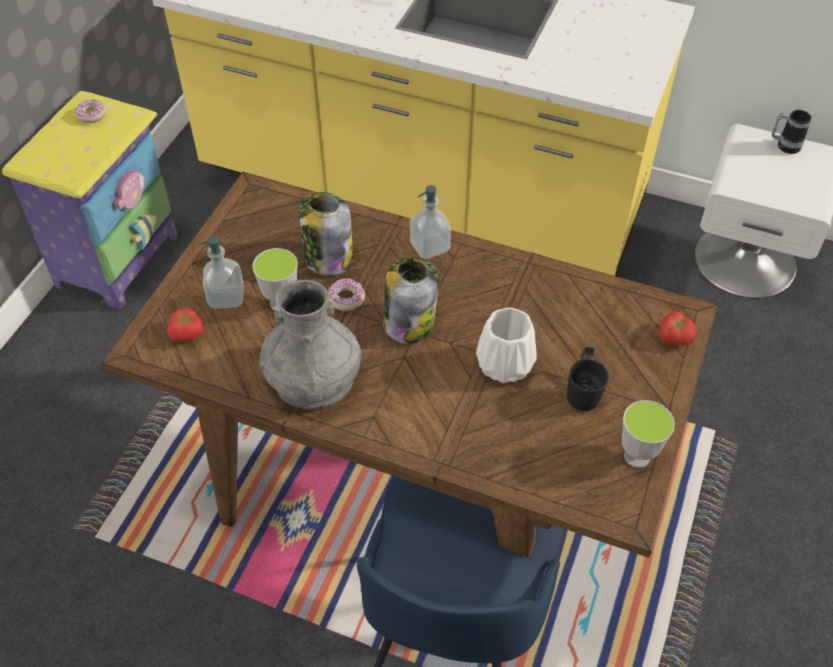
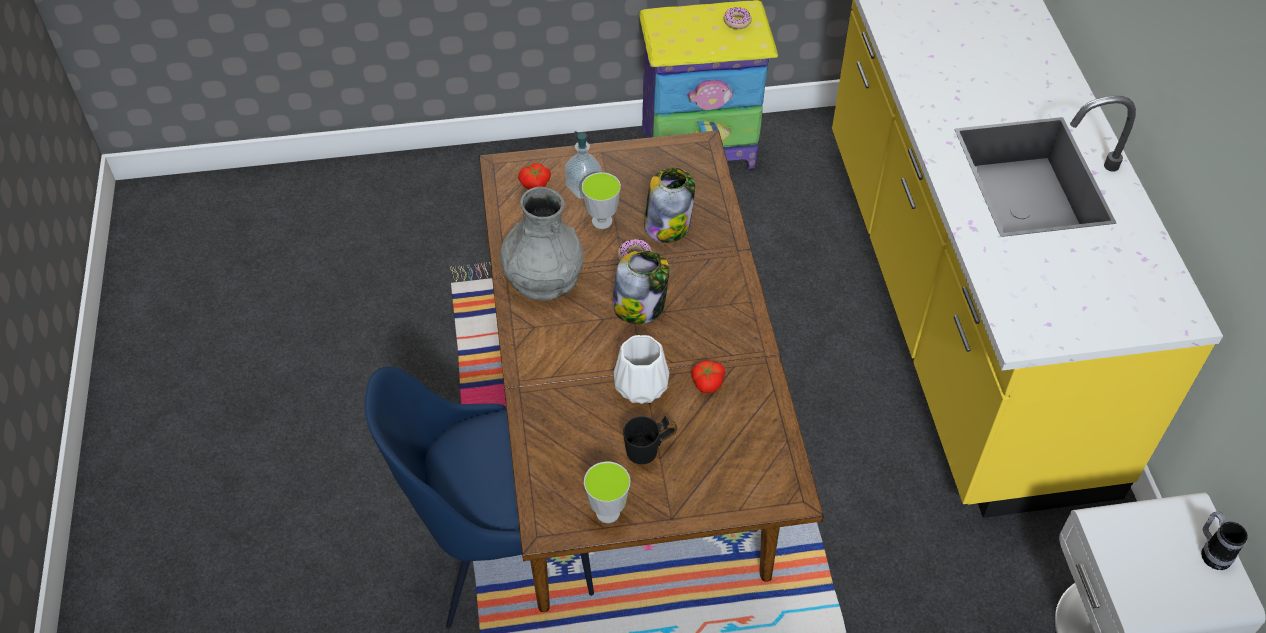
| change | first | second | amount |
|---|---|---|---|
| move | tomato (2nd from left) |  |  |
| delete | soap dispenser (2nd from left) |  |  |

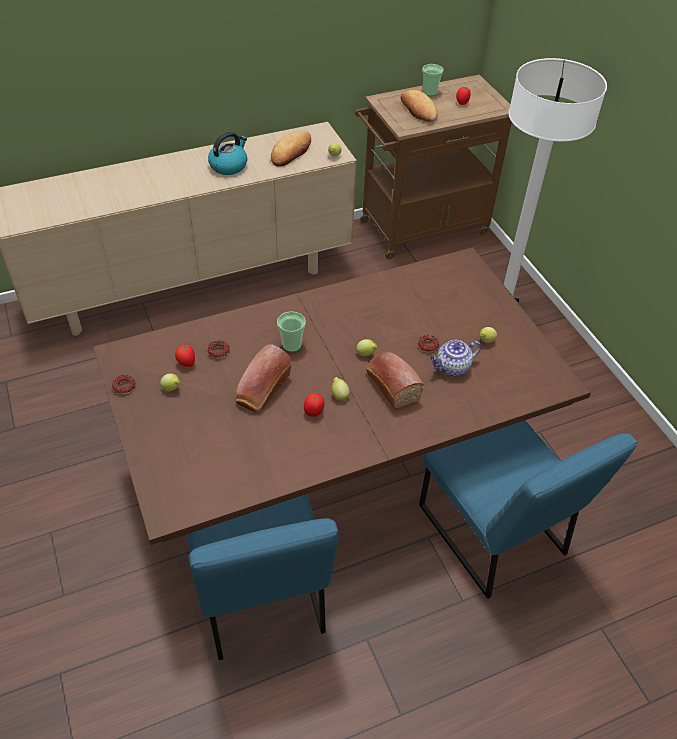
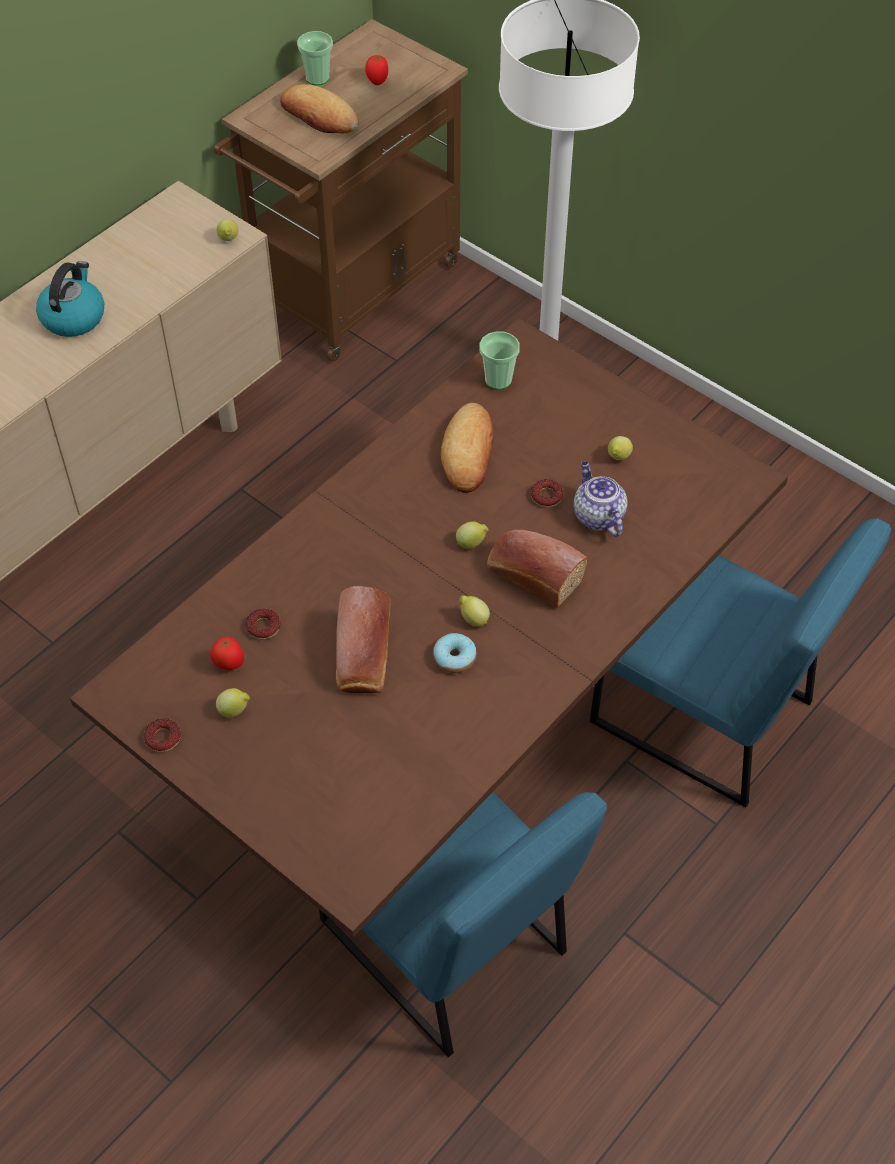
| change | first | second | amount |
|---|---|---|---|
| replace | tomato (2nd from left) | donut (3rd from left) |  |
| move | bread (2nd from left in the first image) | bread (3rd from left) |  |
| move | cup (1st from left in the first image) | cup (2nd from left) |  |
| rotate | teapot |  | 120 degrees clockwise |

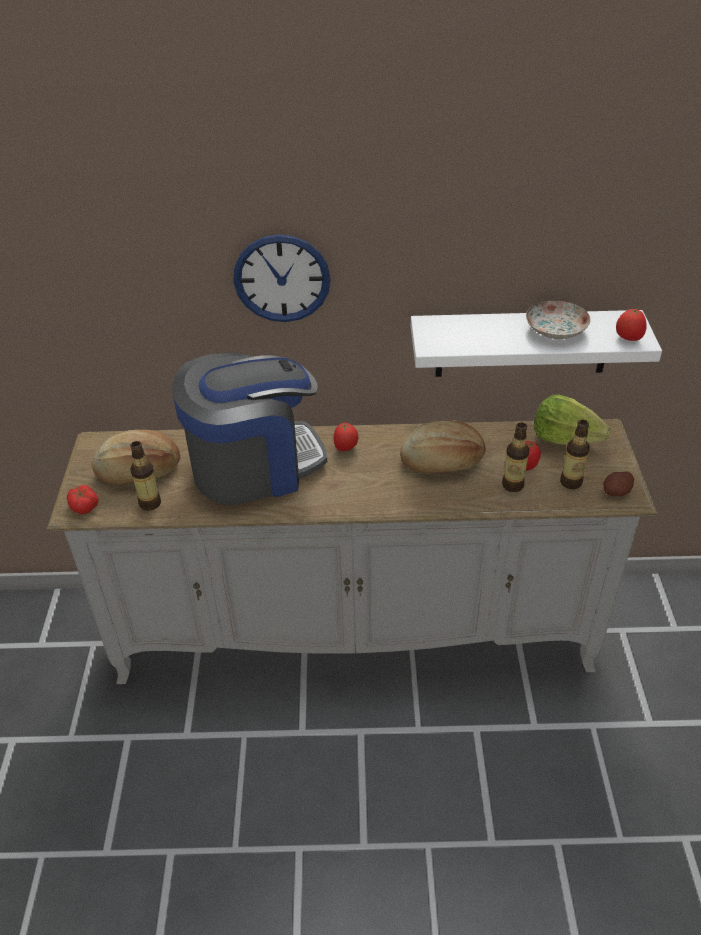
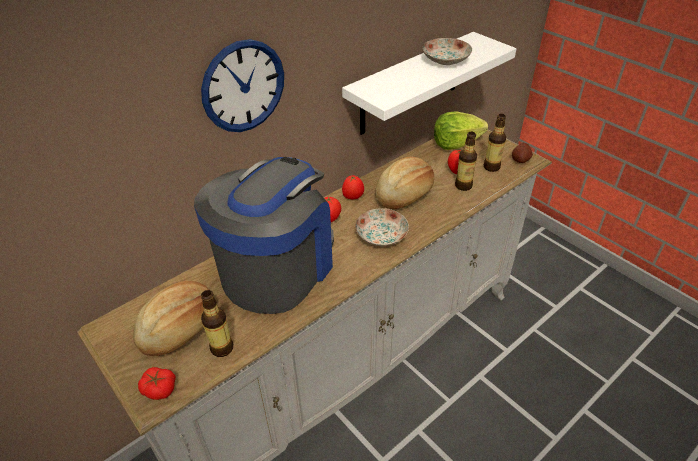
| change | first | second | amount |
|---|---|---|---|
| move | tomato (4th from left in the first image) | tomato (3rd from left) |  |
| insert |  | plate (1st from left) |  |

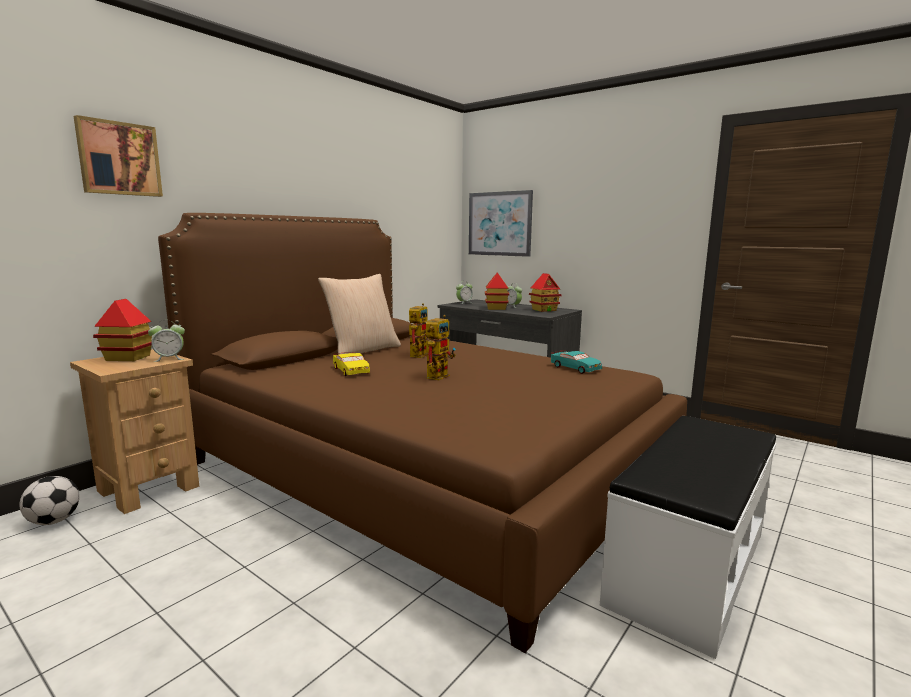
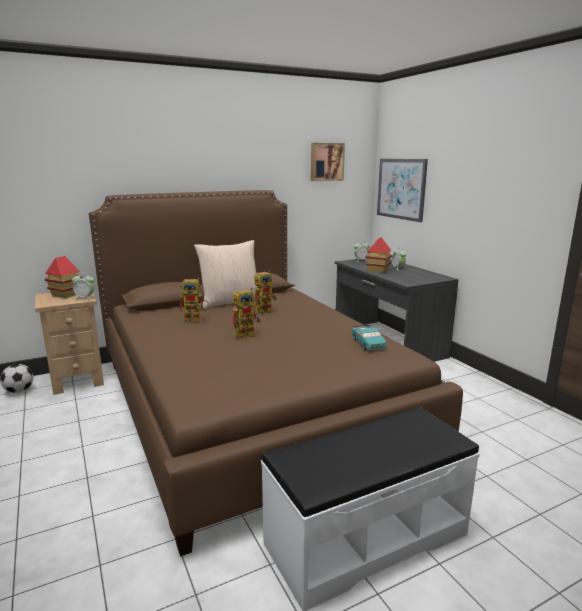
| change | first | second | amount |
|---|---|---|---|
| replace | yellow toy car | toy robot (1st from left) |  |
| move | picture (1st from left) |  |  |
| delete | toy house (3rd from left) |  |  |

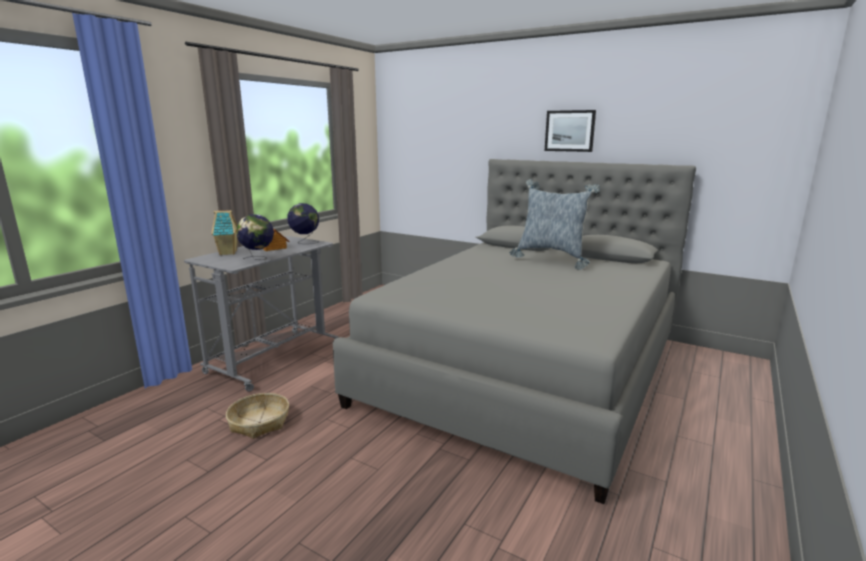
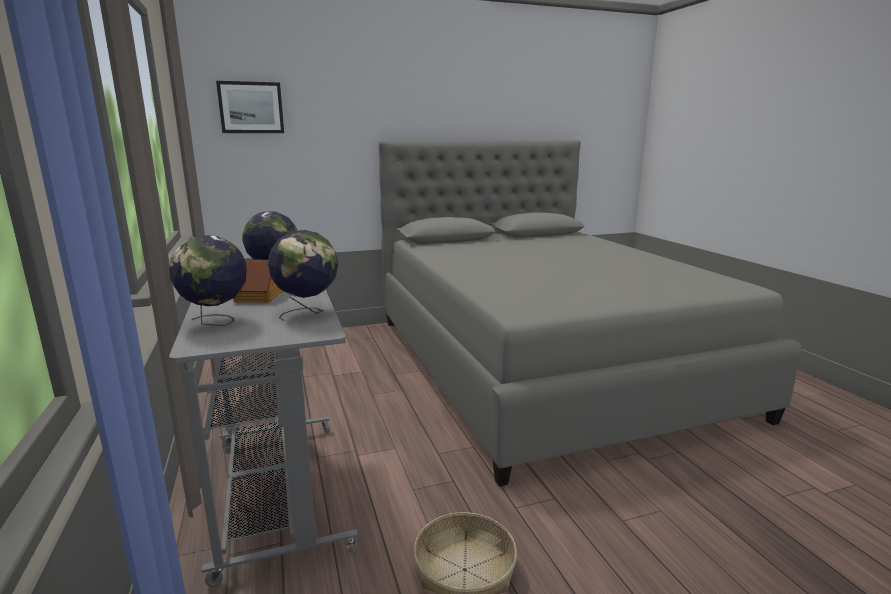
| change | first | second | amount |
|---|---|---|---|
| replace | toy house (1st from left) | globe (1st from left) |  |
| move | picture |  |  |
| delete | pillow |  |  |

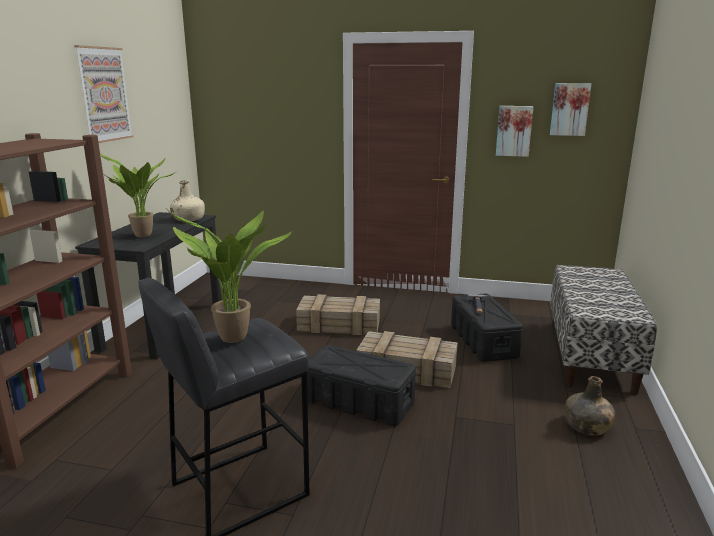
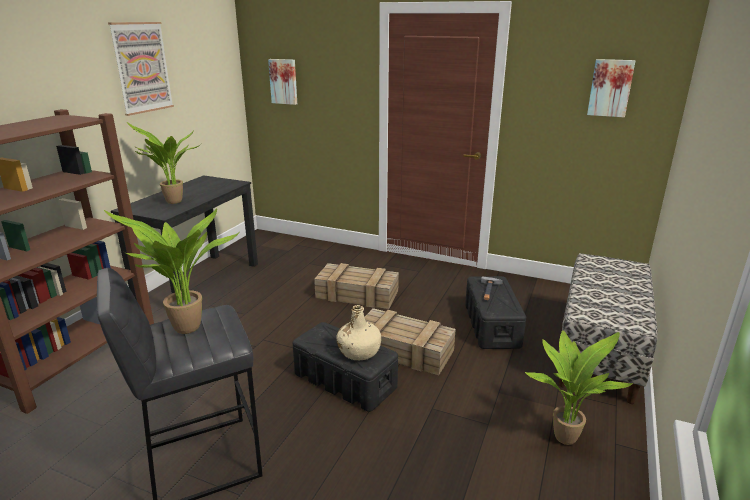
| change | first | second | amount |
|---|---|---|---|
| move | picture (2nd from left) |  |  |
| move | beige bottle |  |  |
| replace | green bottle | potted plant (3rd from left) |  |

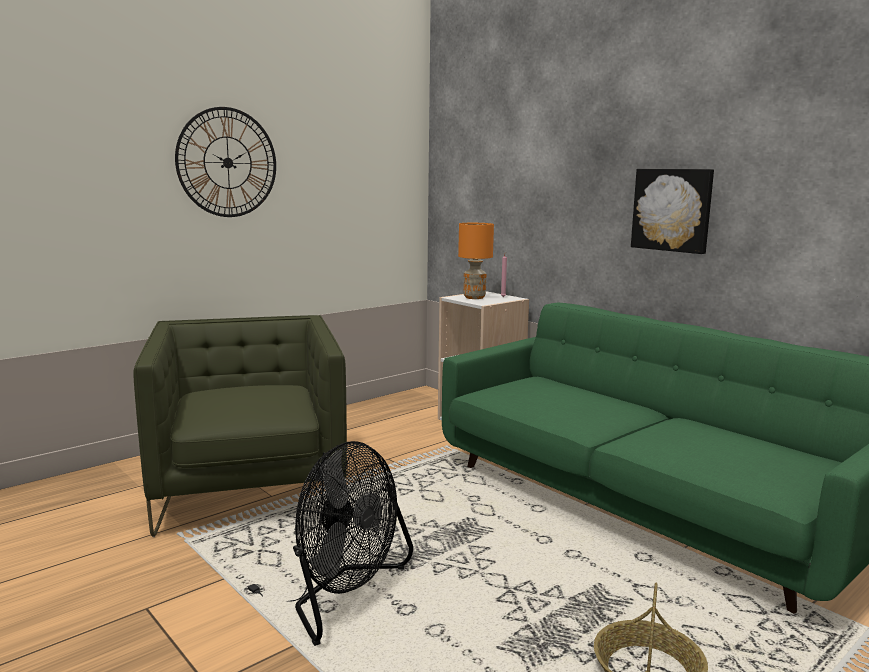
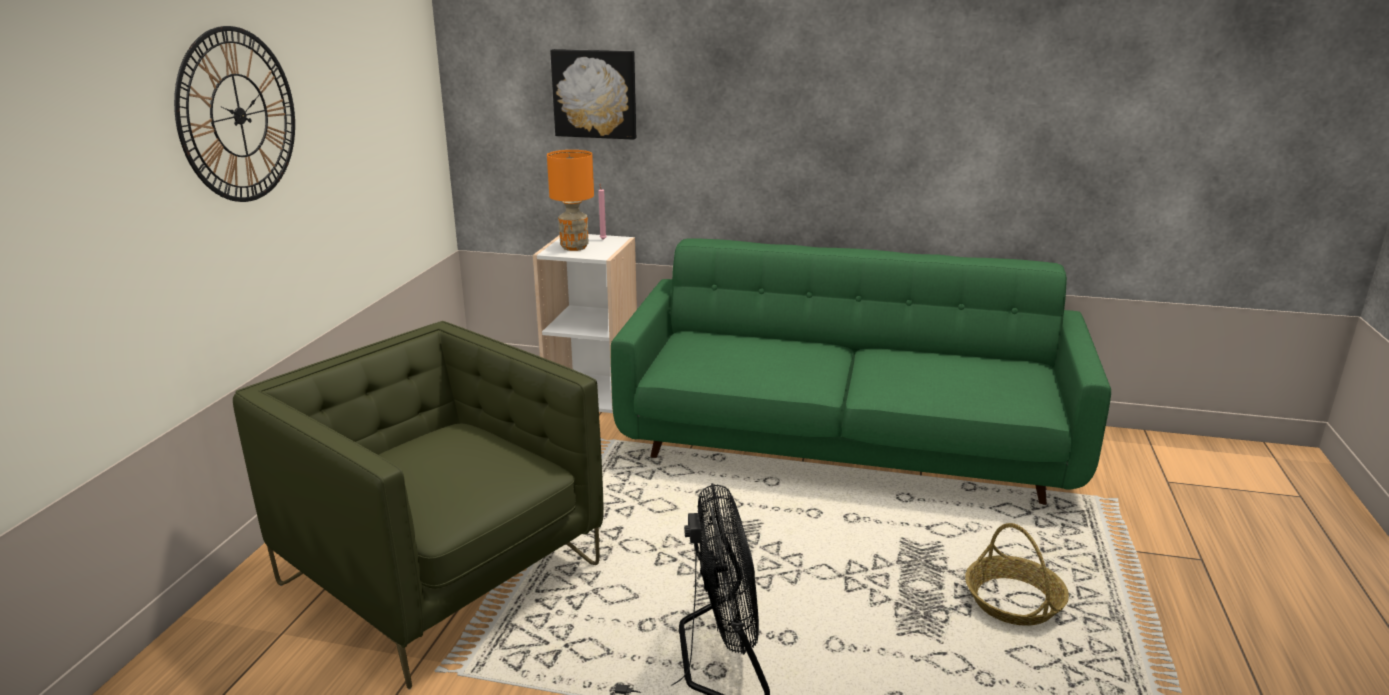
| change | first | second | amount |
|---|---|---|---|
| move | picture |  |  |

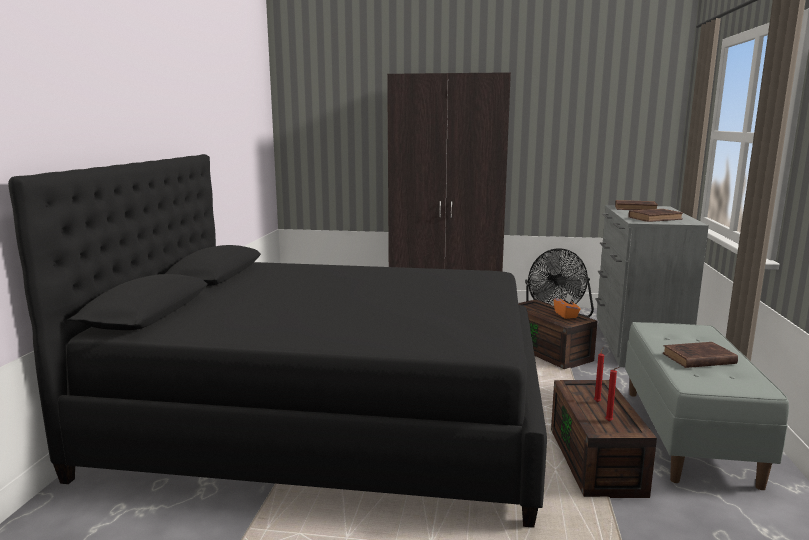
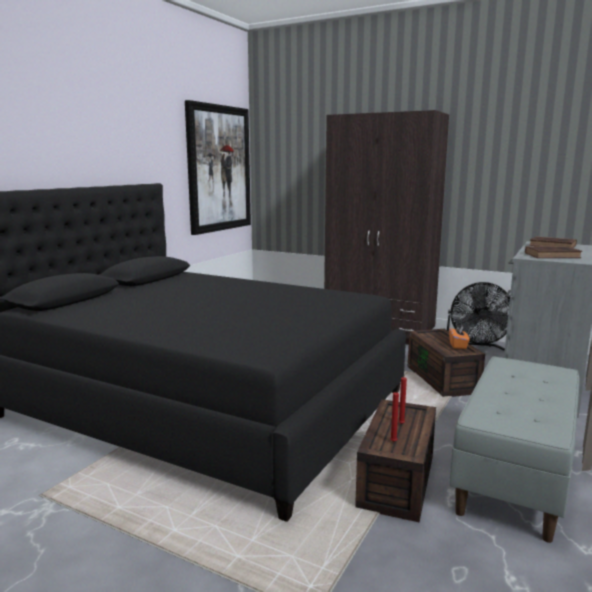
| change | first | second | amount |
|---|---|---|---|
| insert |  | picture |  |
| delete | brown book (3rd from left) |  |  |

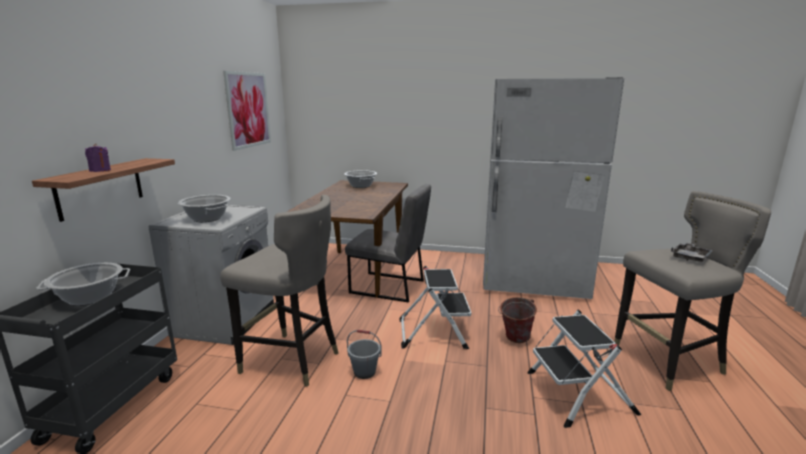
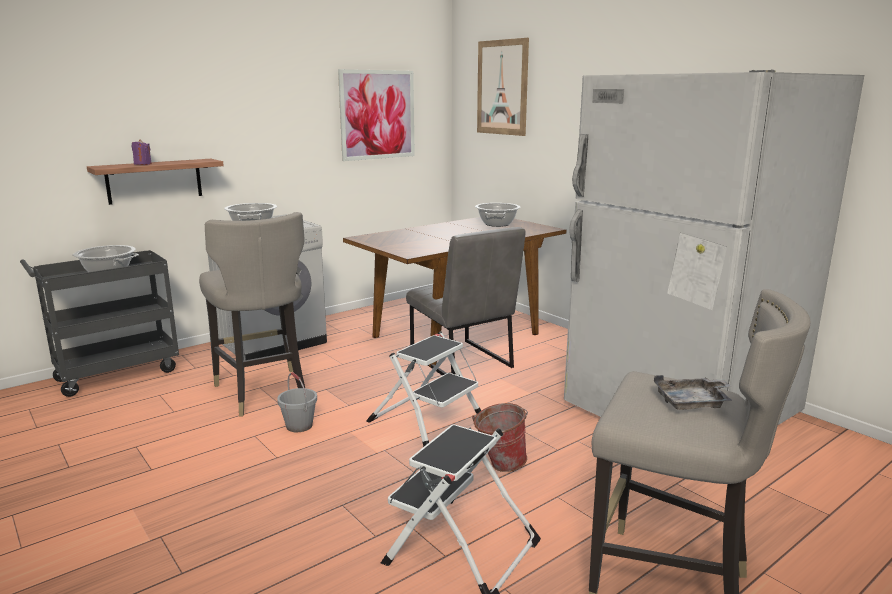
| change | first | second | amount |
|---|---|---|---|
| insert |  | picture (2nd from left) |  |

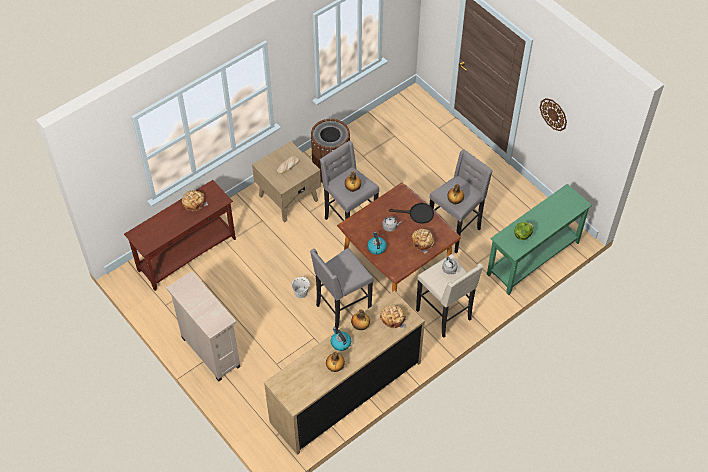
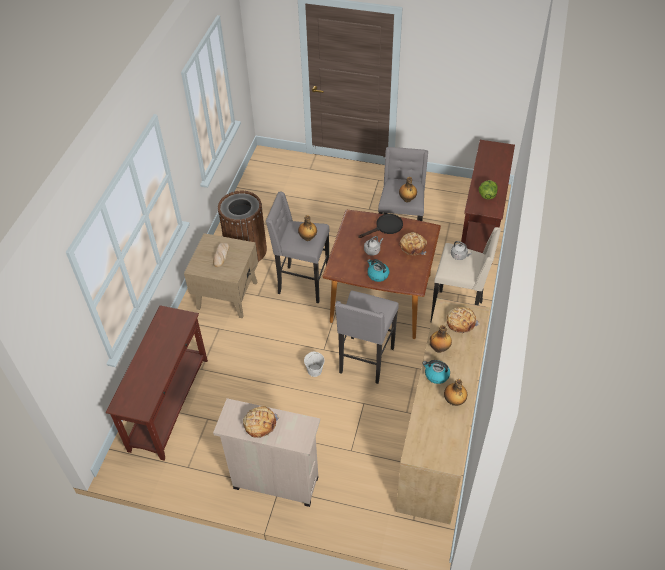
| change | first | second | amount |
|---|---|---|---|
| move | bread (1st from left in the first image) | bread (2nd from left) |  |
| recolor | green console table | brown console table (2nd from left) |  |
| delete | wall clock |  |  |

